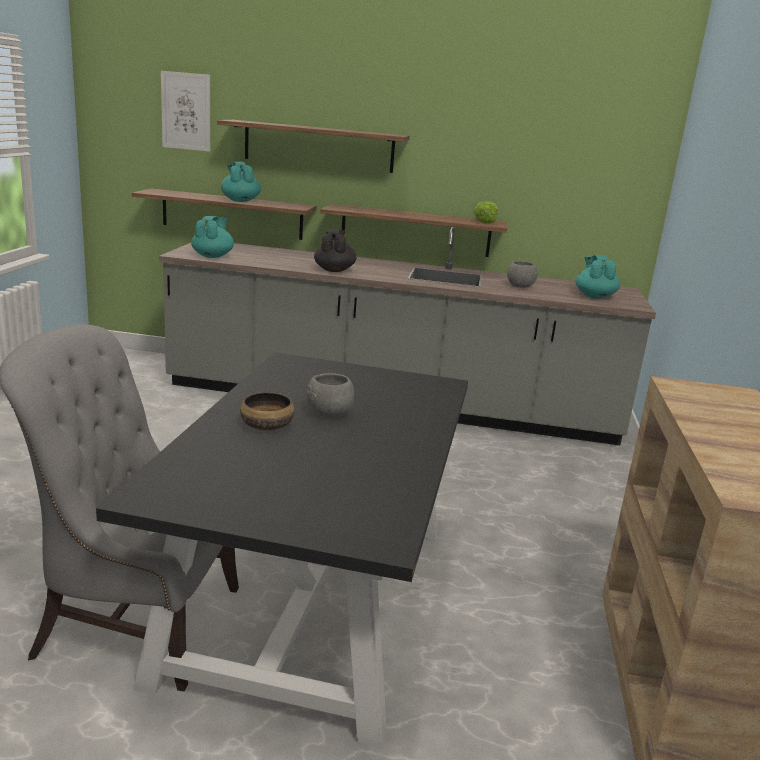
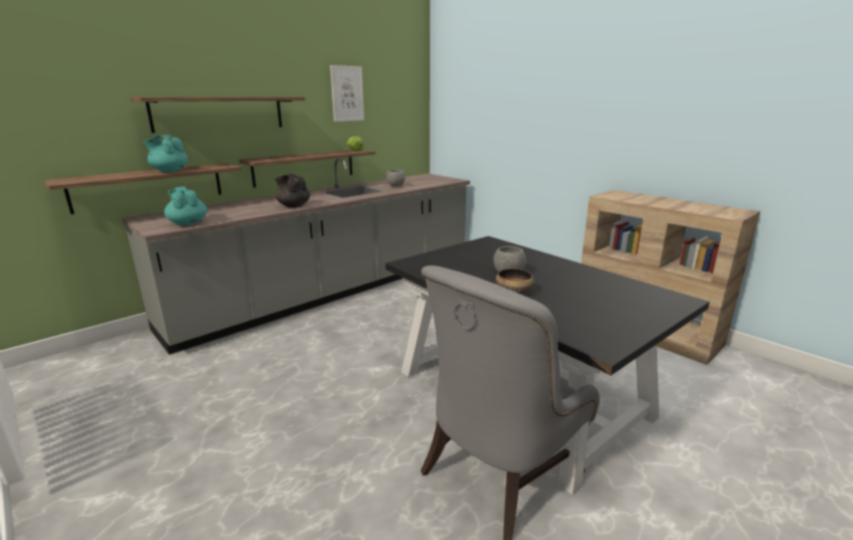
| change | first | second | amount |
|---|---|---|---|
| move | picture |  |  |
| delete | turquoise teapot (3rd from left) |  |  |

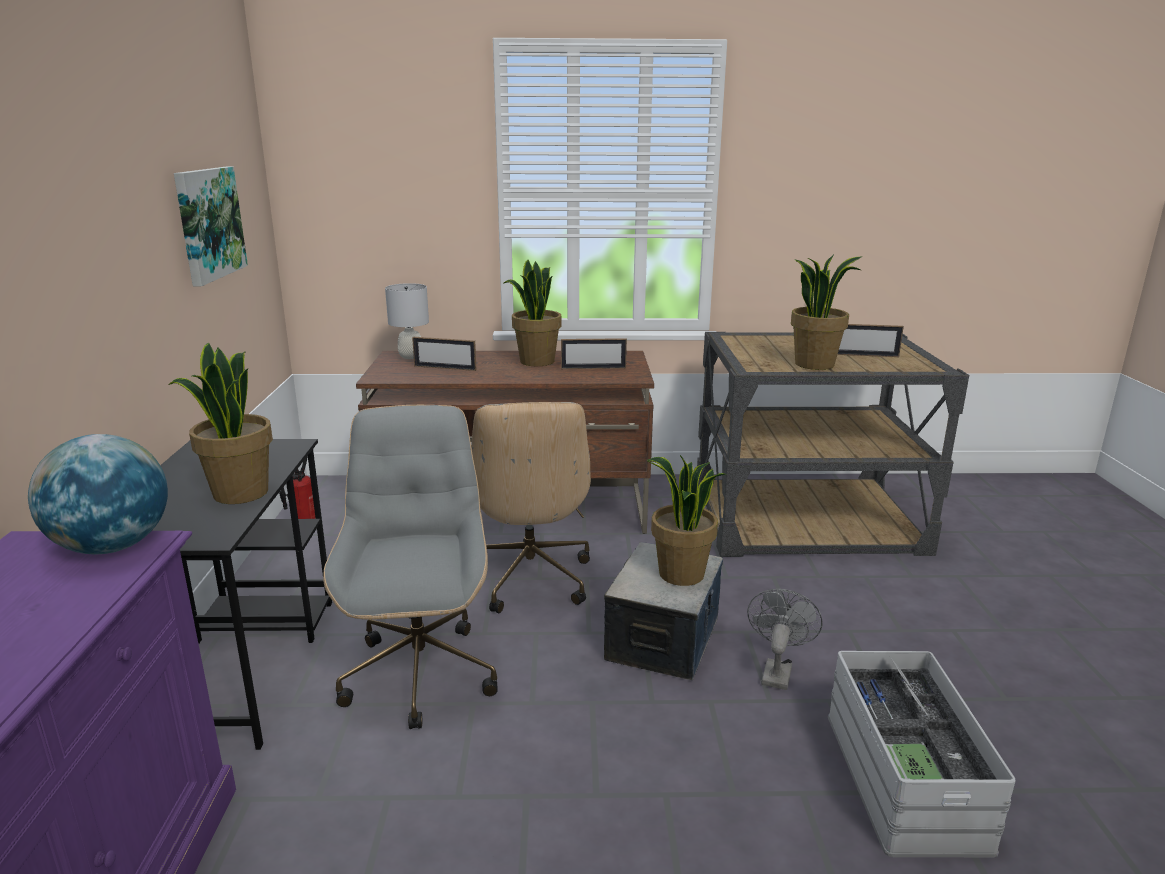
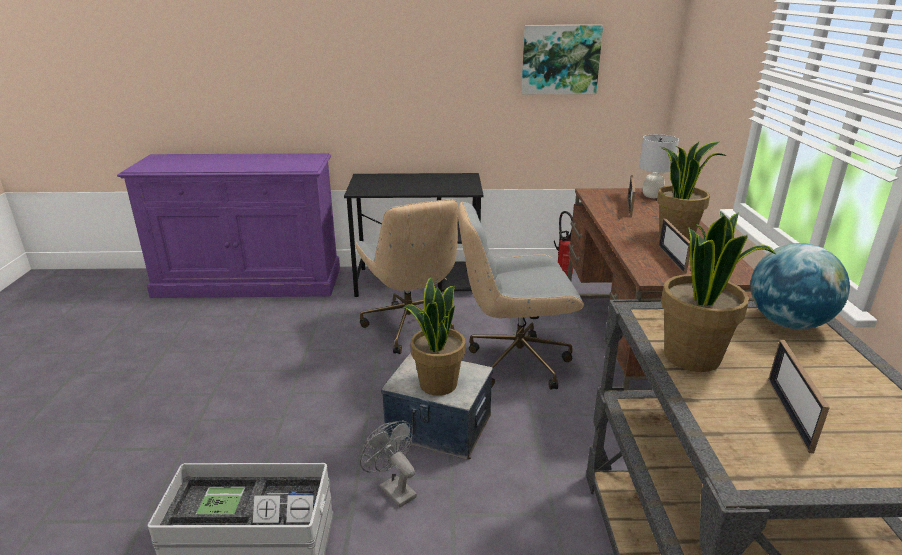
| change | first | second | amount |
|---|---|---|---|
| rotate | grey office chair (1st from left) |  | 75 degrees clockwise |
| rotate | grey fan |  | 150 degrees counterclockwise |
| move | globe |  |  |
| delete | potted plant (1st from left) |  |  |

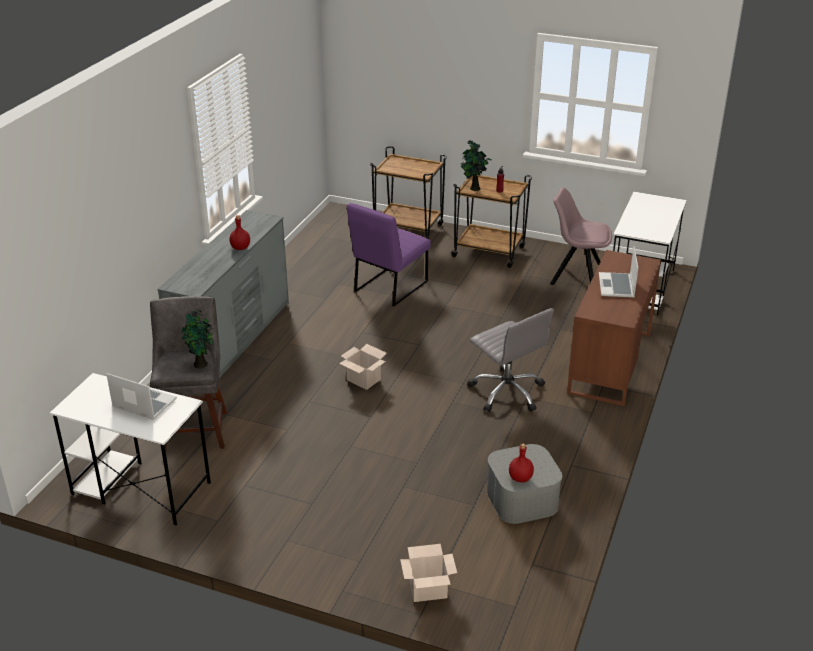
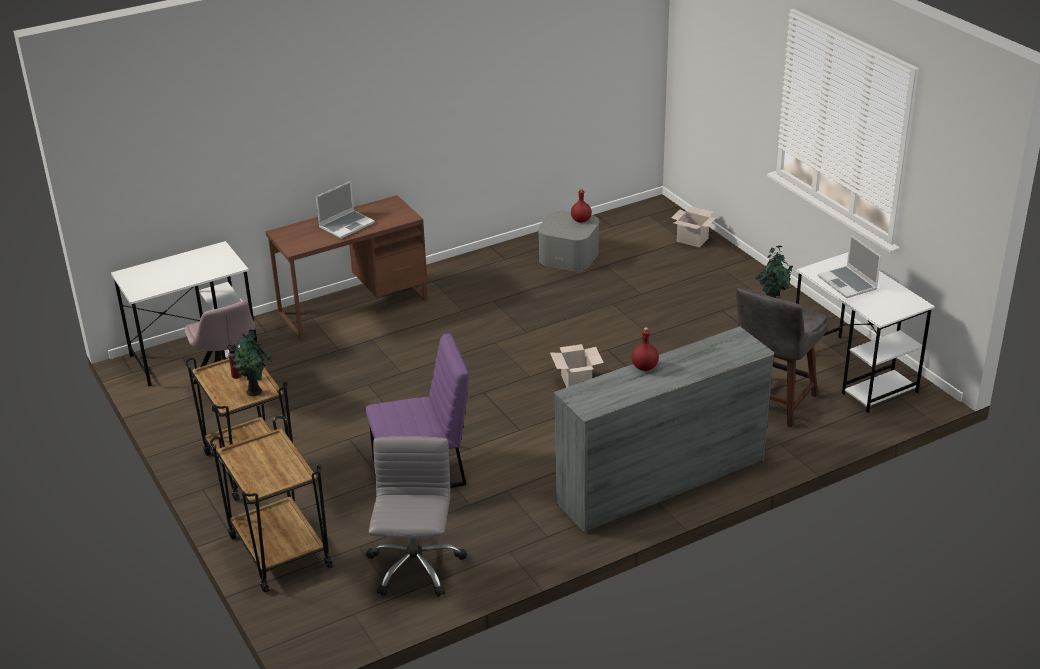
| change | first | second | amount |
|---|---|---|---|
| move | grey office chair |  |  |

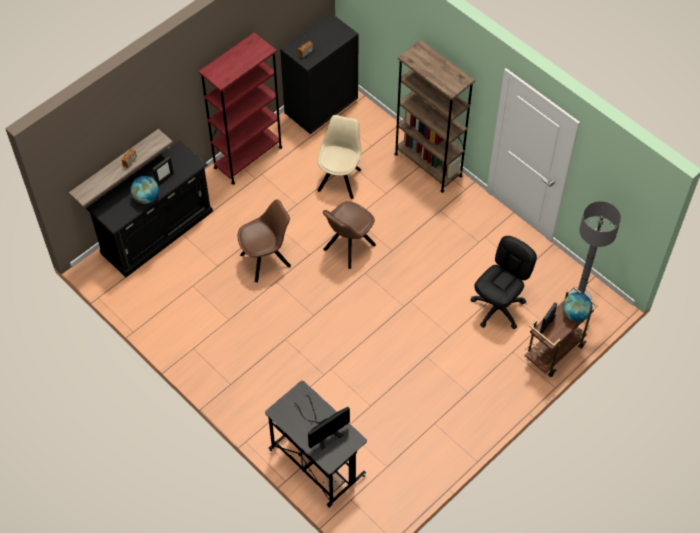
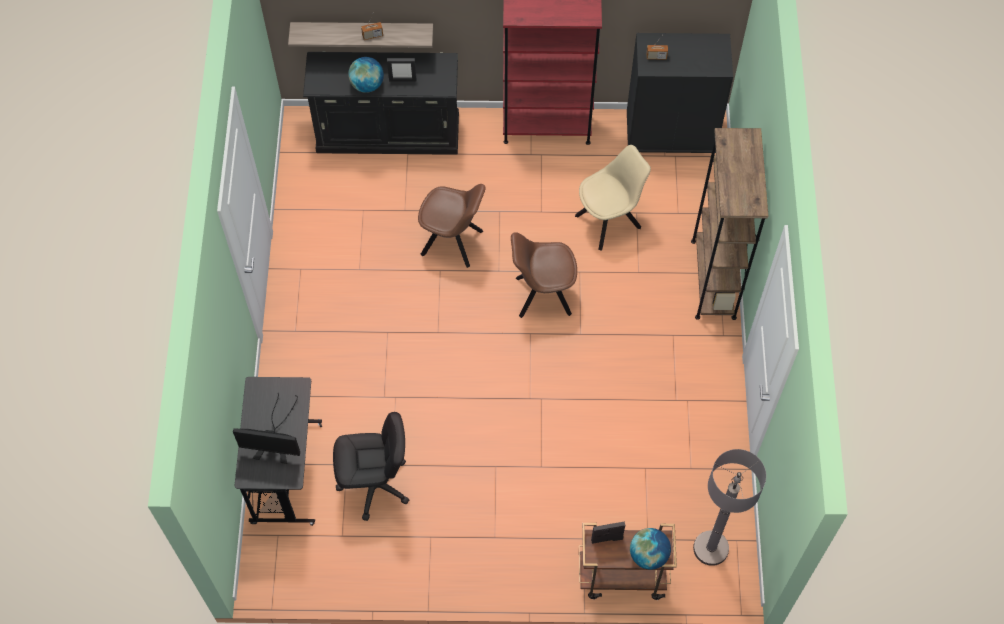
| change | first | second | amount |
|---|---|---|---|
| move | black office chair |  |  |

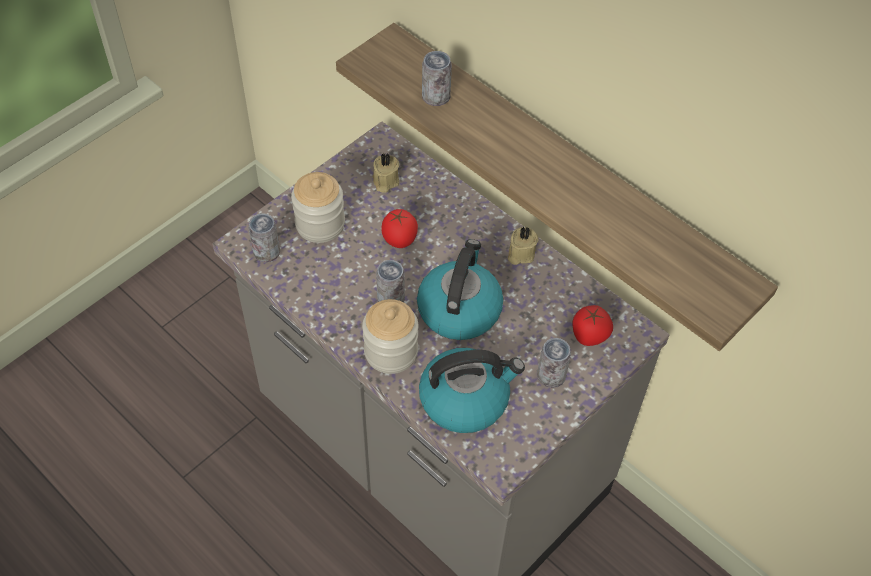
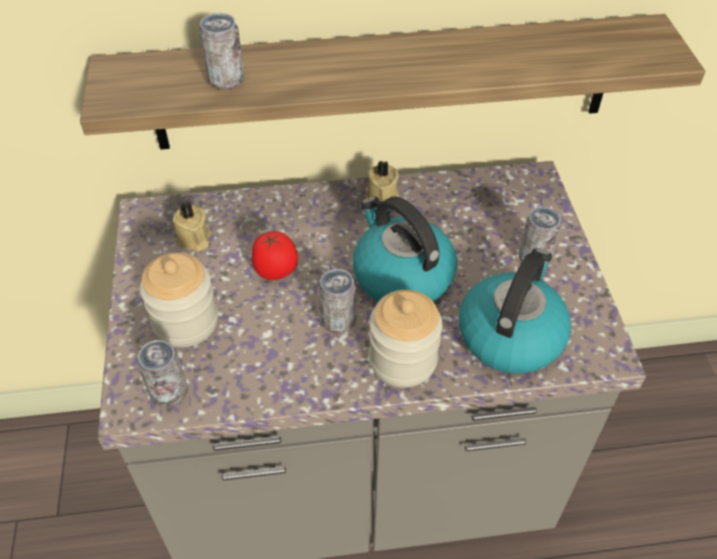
| change | first | second | amount |
|---|---|---|---|
| delete | tomato (2nd from left) |  |  |

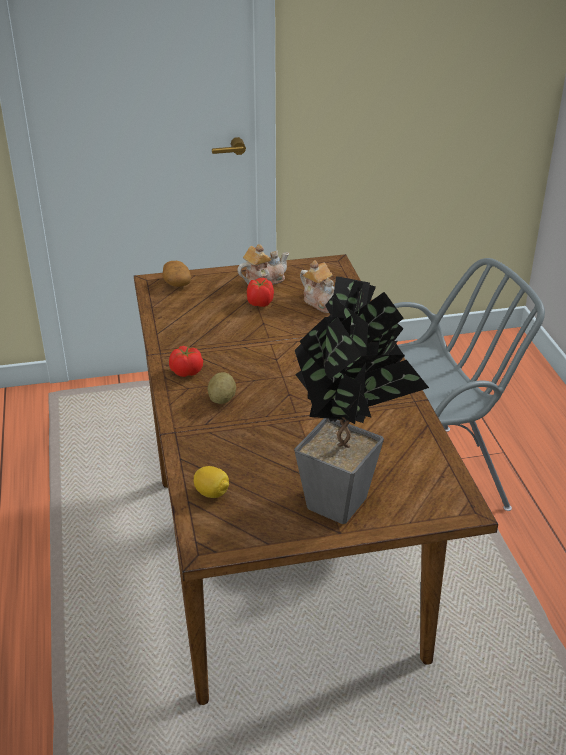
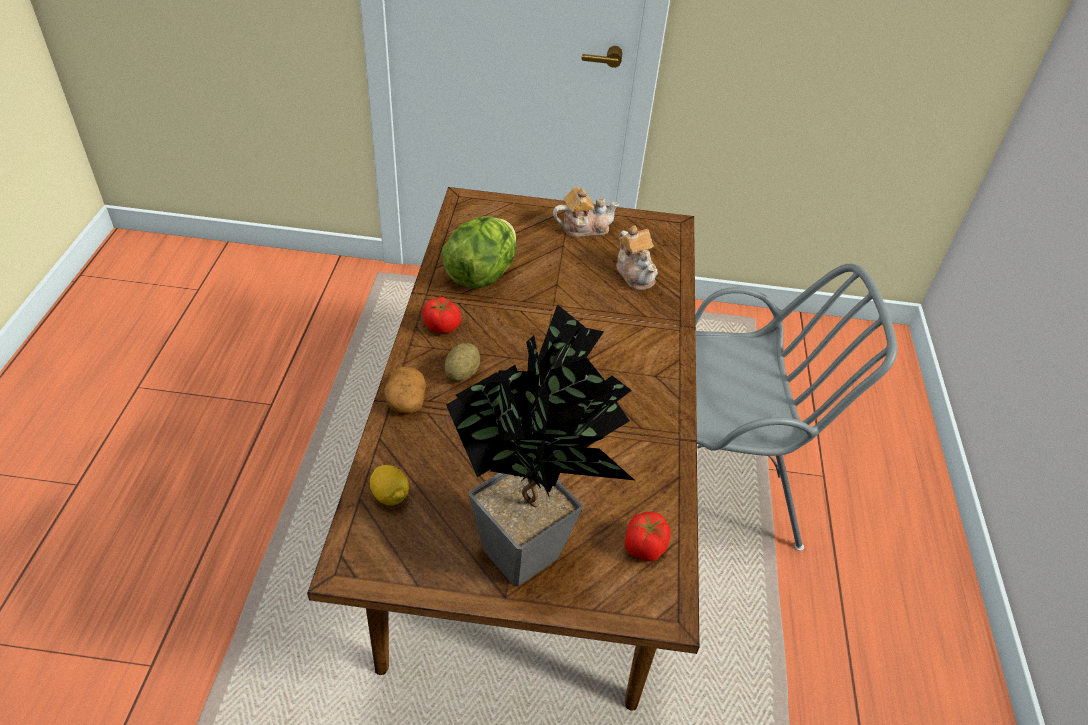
| change | first | second | amount |
|---|---|---|---|
| move | potato (1st from left) |  |  |
| insert |  | lettuce |  |
| move | tomato (2nd from left) |  |  |

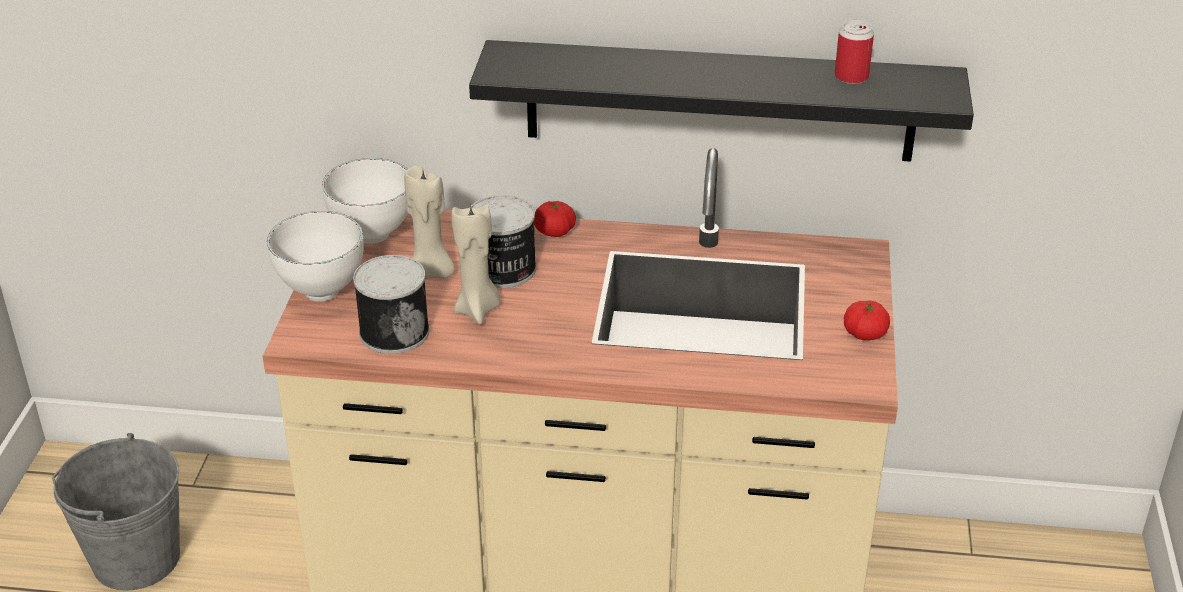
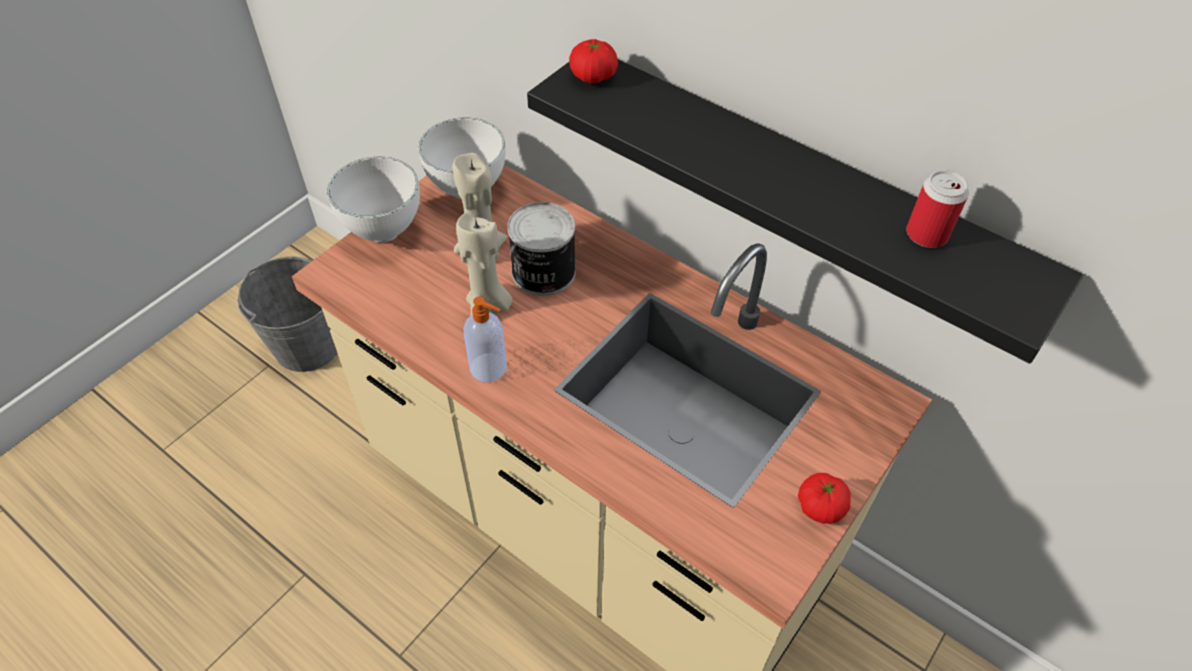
| change | first | second | amount |
|---|---|---|---|
| insert |  | soap dispenser |  |
| move | tomato (1st from left) |  |  |
| delete | can (1st from left) |  |  |

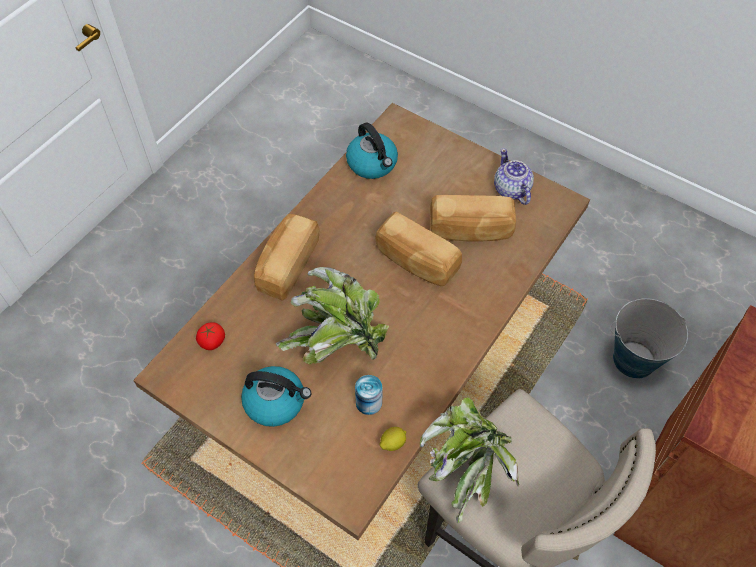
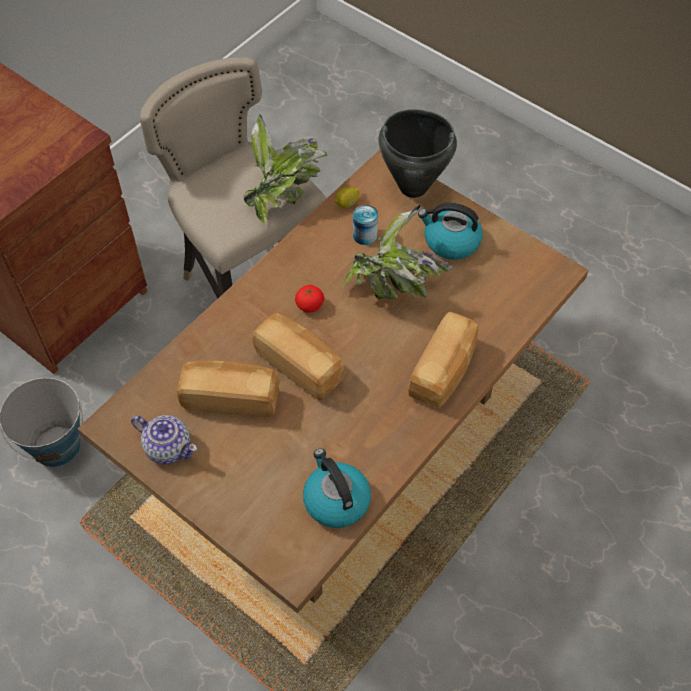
| change | first | second | amount |
|---|---|---|---|
| rotate | teapot |  | 45 degrees counterclockwise |
| move | tomato |  |  |
| insert |  | black cooking pot |  |

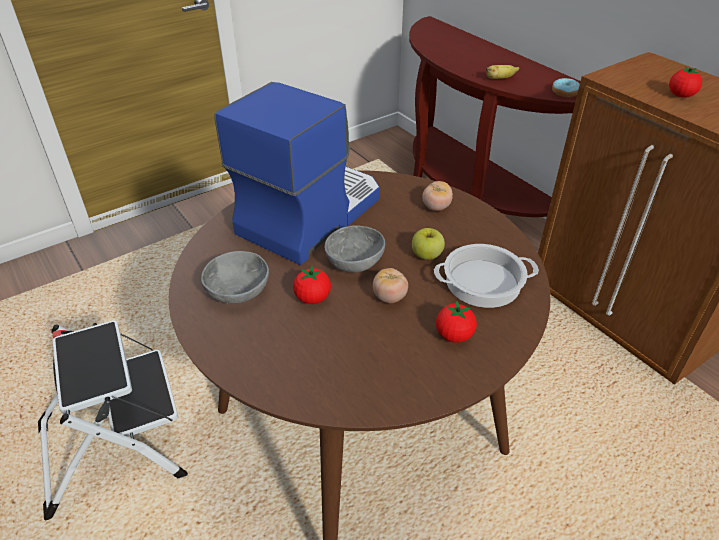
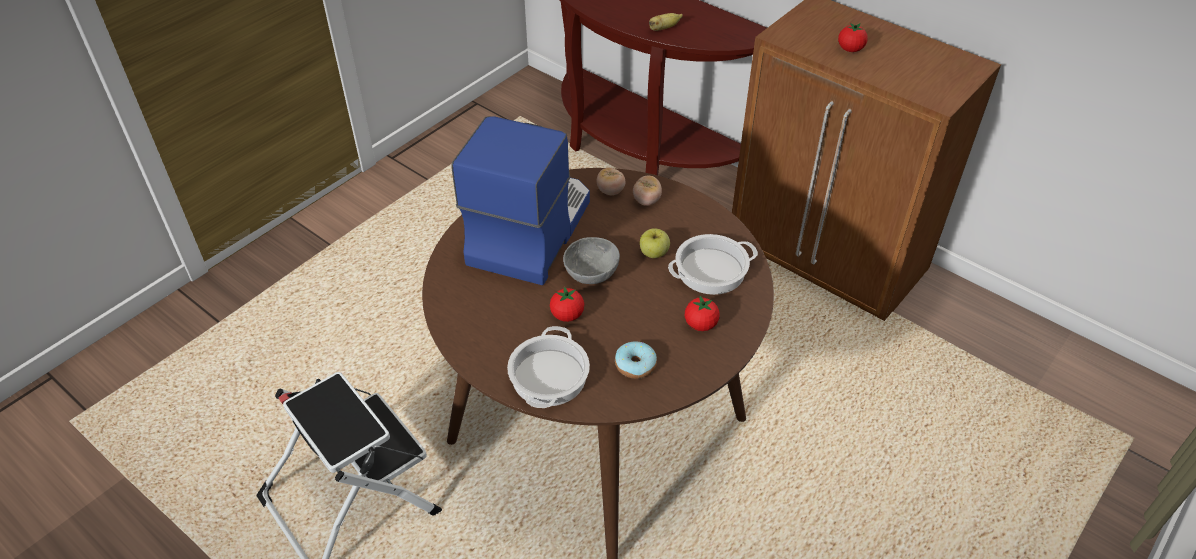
| change | first | second | amount |
|---|---|---|---|
| insert |  | cooking pot (1st from left) |  |
| move | tomato (2nd from left) |  |  |
| move | donut |  |  |
| delete | grey bowl (1st from left) |  |  |

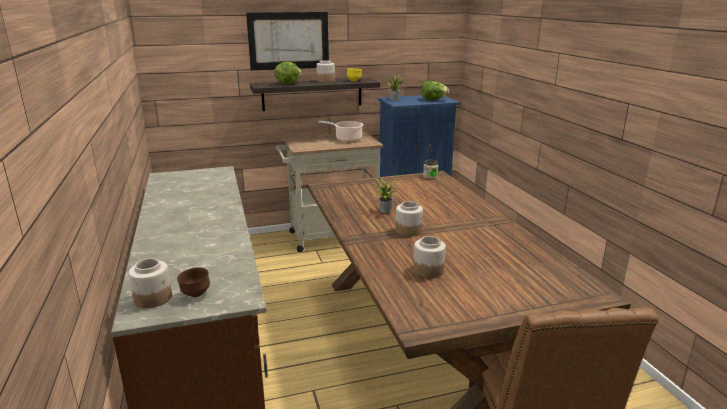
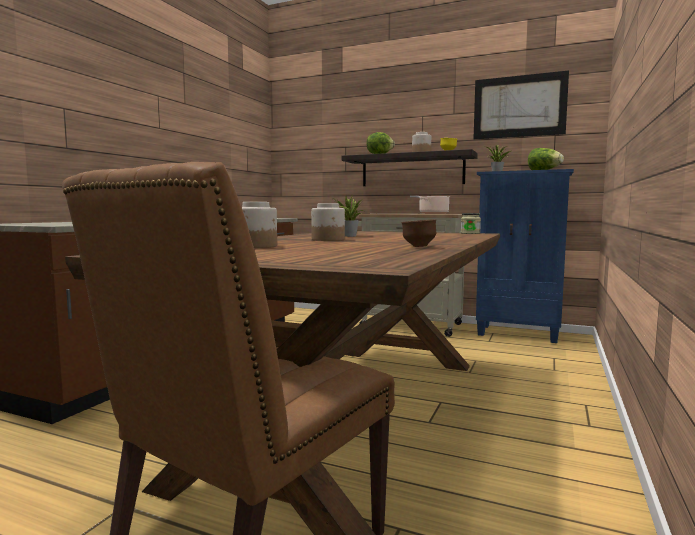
| change | first | second | amount |
|---|---|---|---|
| move | brown bowl |  |  |
| move | picture |  |  |
| delete | jar (1st from left) |  |  |

